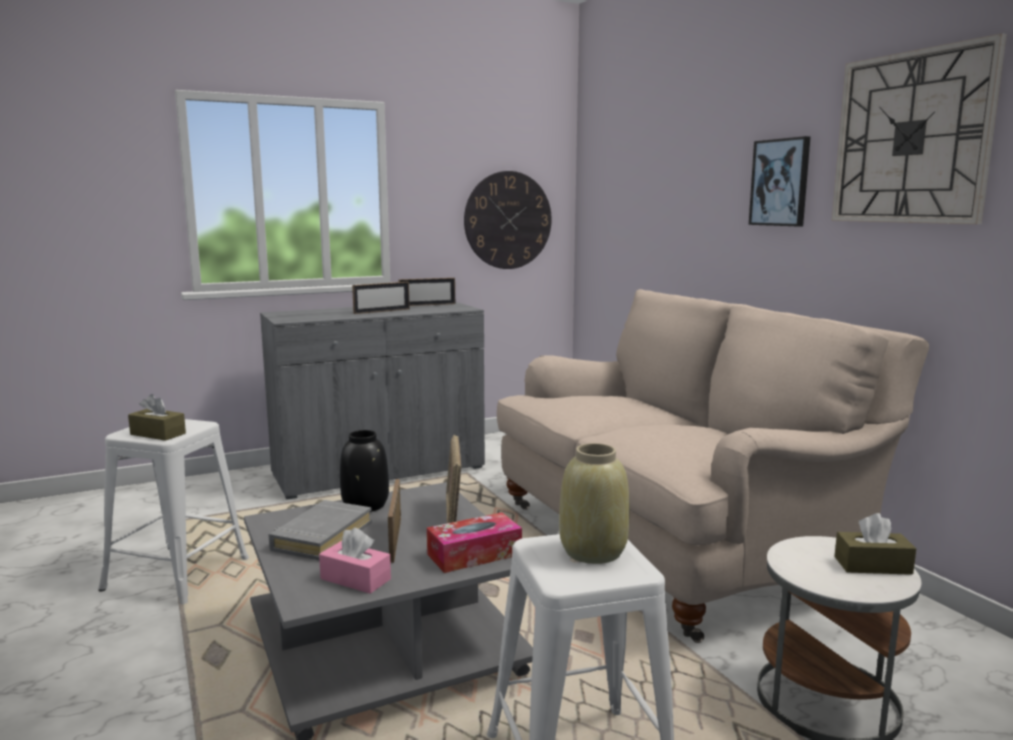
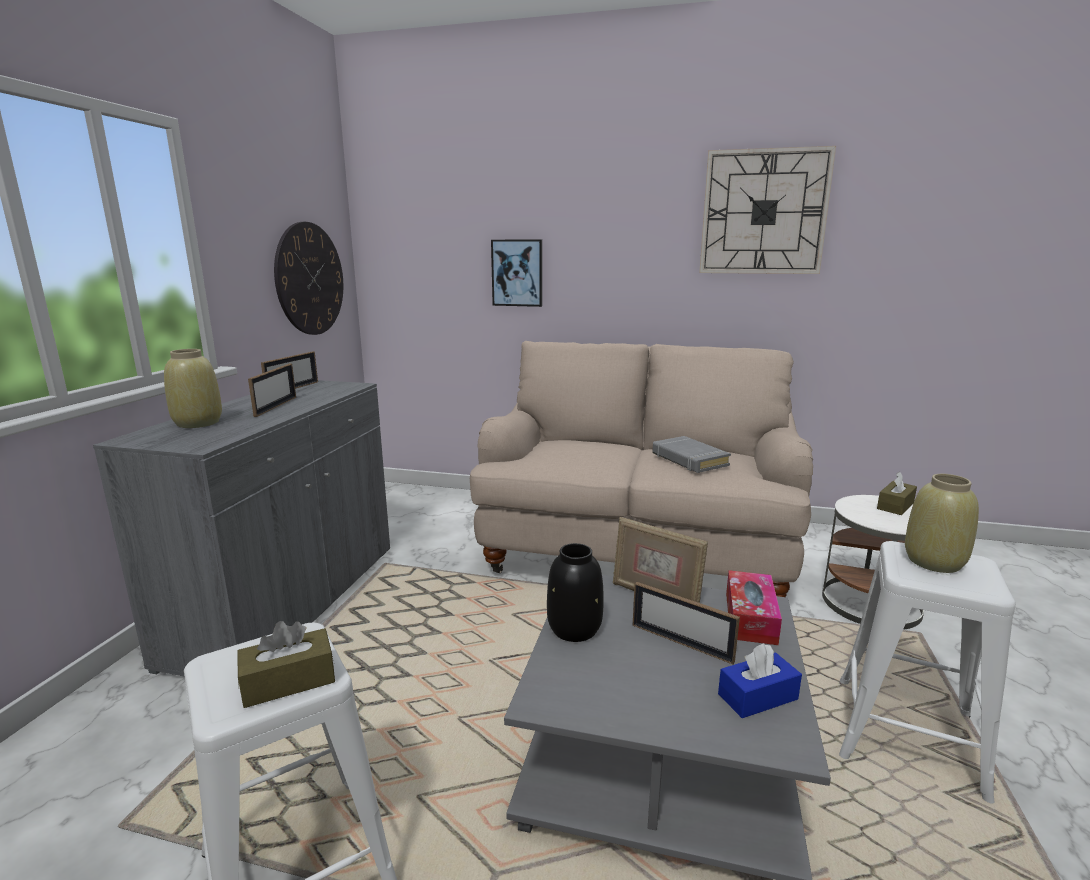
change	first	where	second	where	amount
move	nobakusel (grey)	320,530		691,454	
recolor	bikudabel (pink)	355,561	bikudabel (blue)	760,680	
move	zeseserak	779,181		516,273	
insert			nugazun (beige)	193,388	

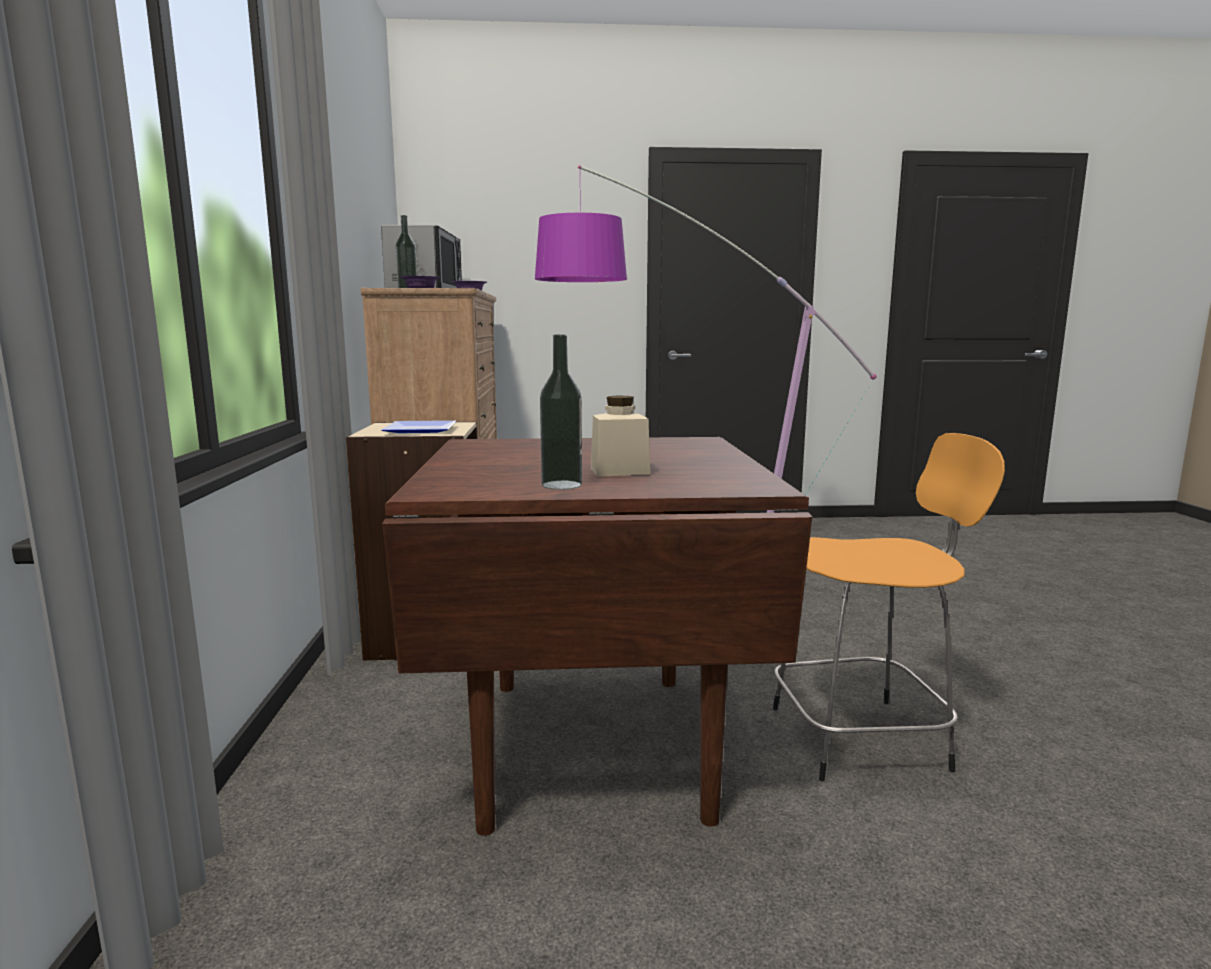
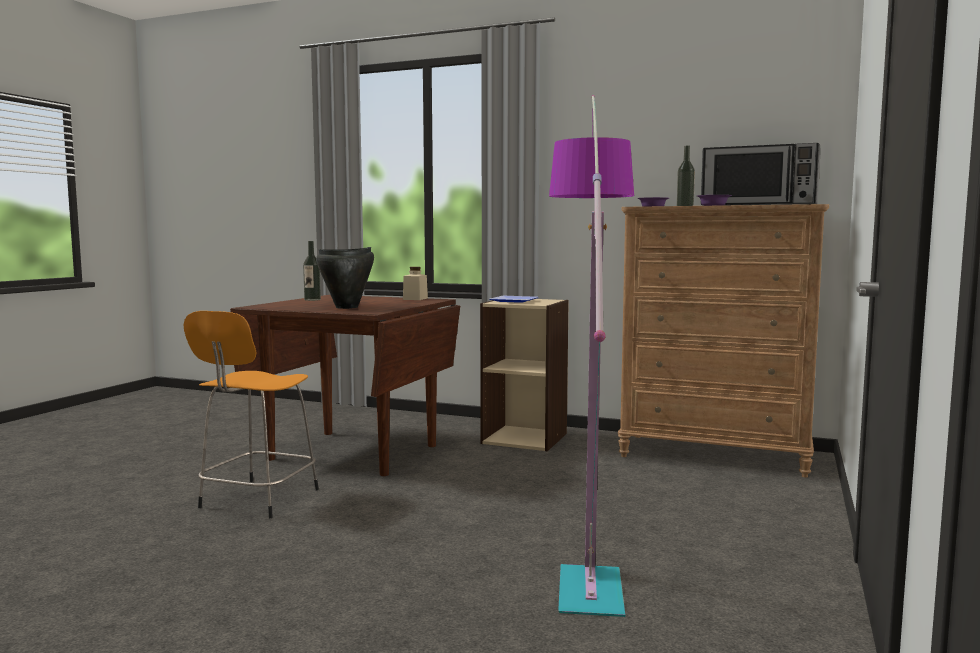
change	first	where	second	where	amount
move	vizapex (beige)	620,436		415,283	
insert			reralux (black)	345,278	

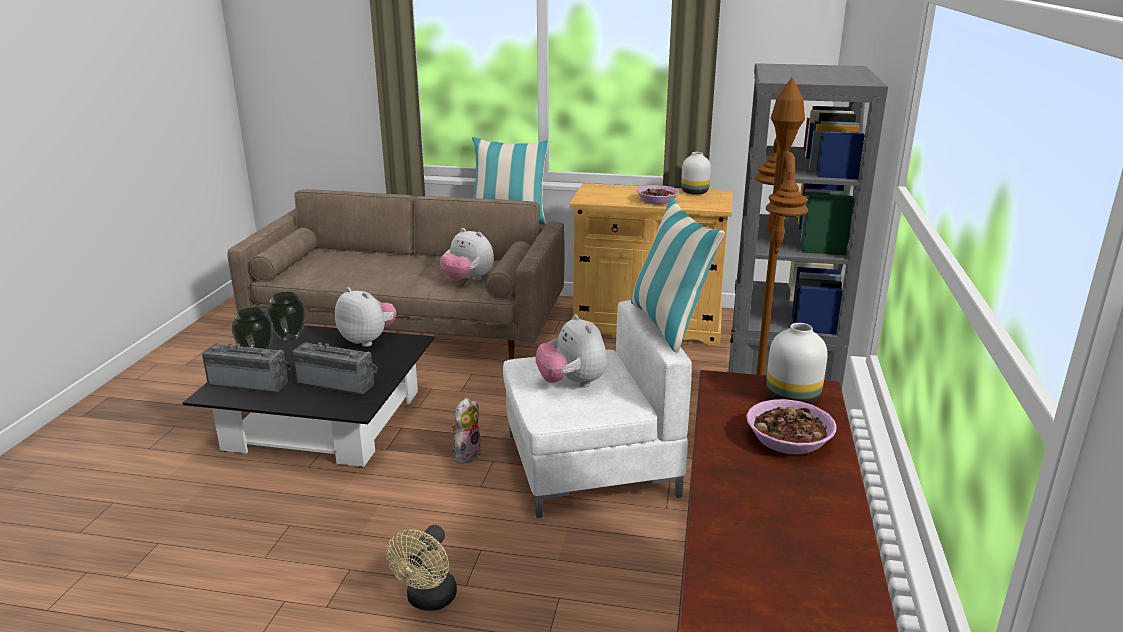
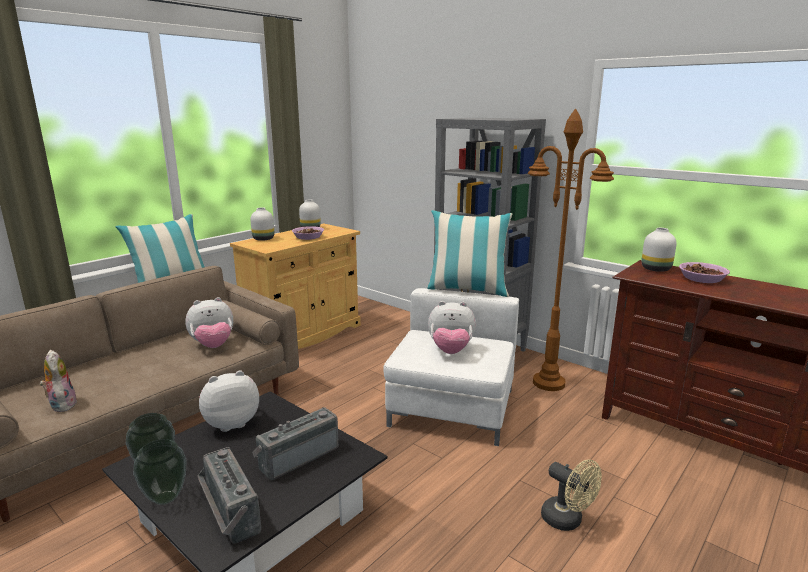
change	first	where	second	where	amount
rotate	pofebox	246,368		229,495	75 degrees counterclockwise
move	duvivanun	466,431		59,381	
insert			nugazun (white)	262,224	

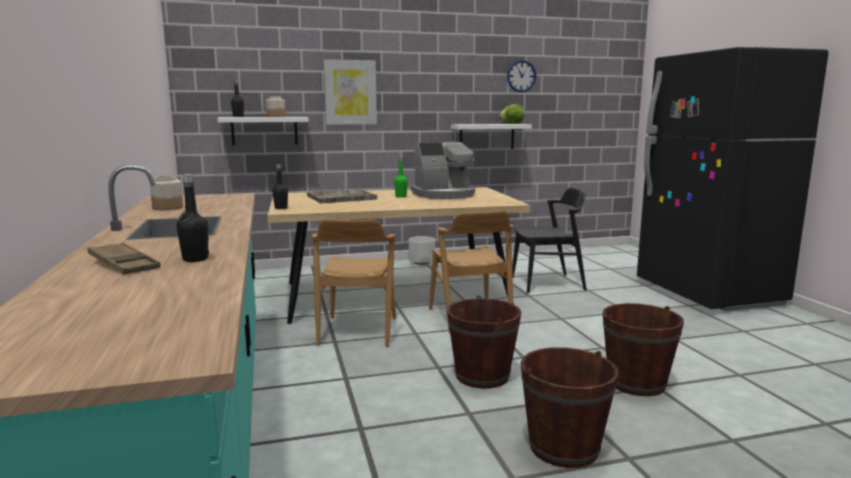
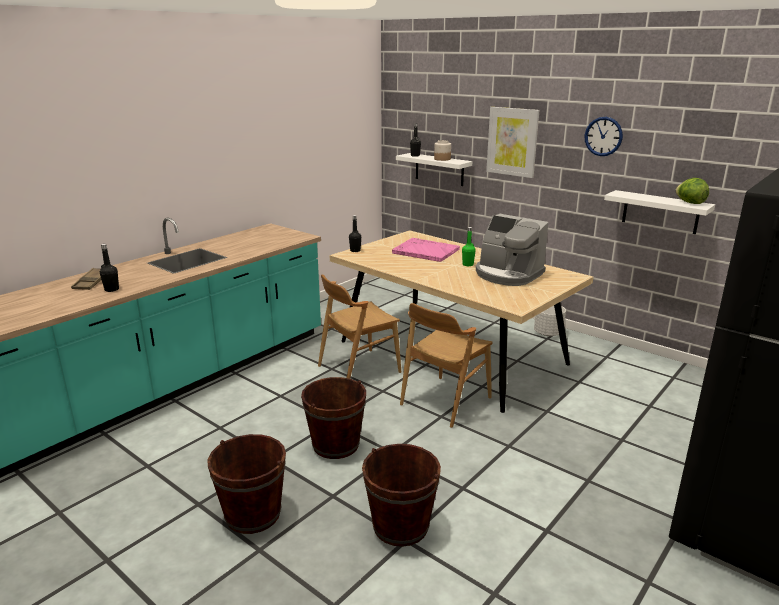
change	first	where	second	where	amount
delete	vizapex	166,193			
recolor	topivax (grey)	342,196	topivax (pink)	426,250	
move	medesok	521,76		604,136	
delete	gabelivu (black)	549,240			

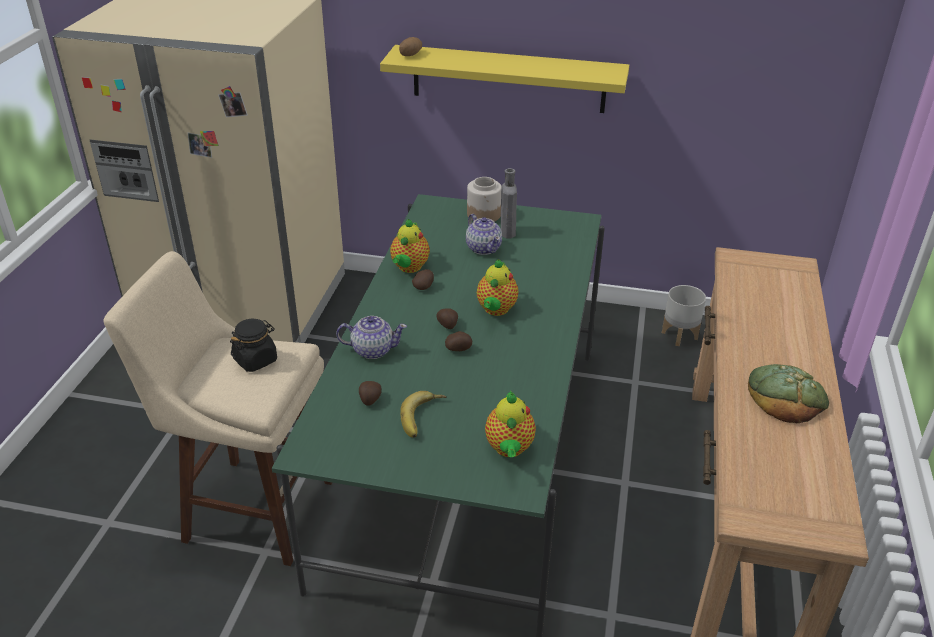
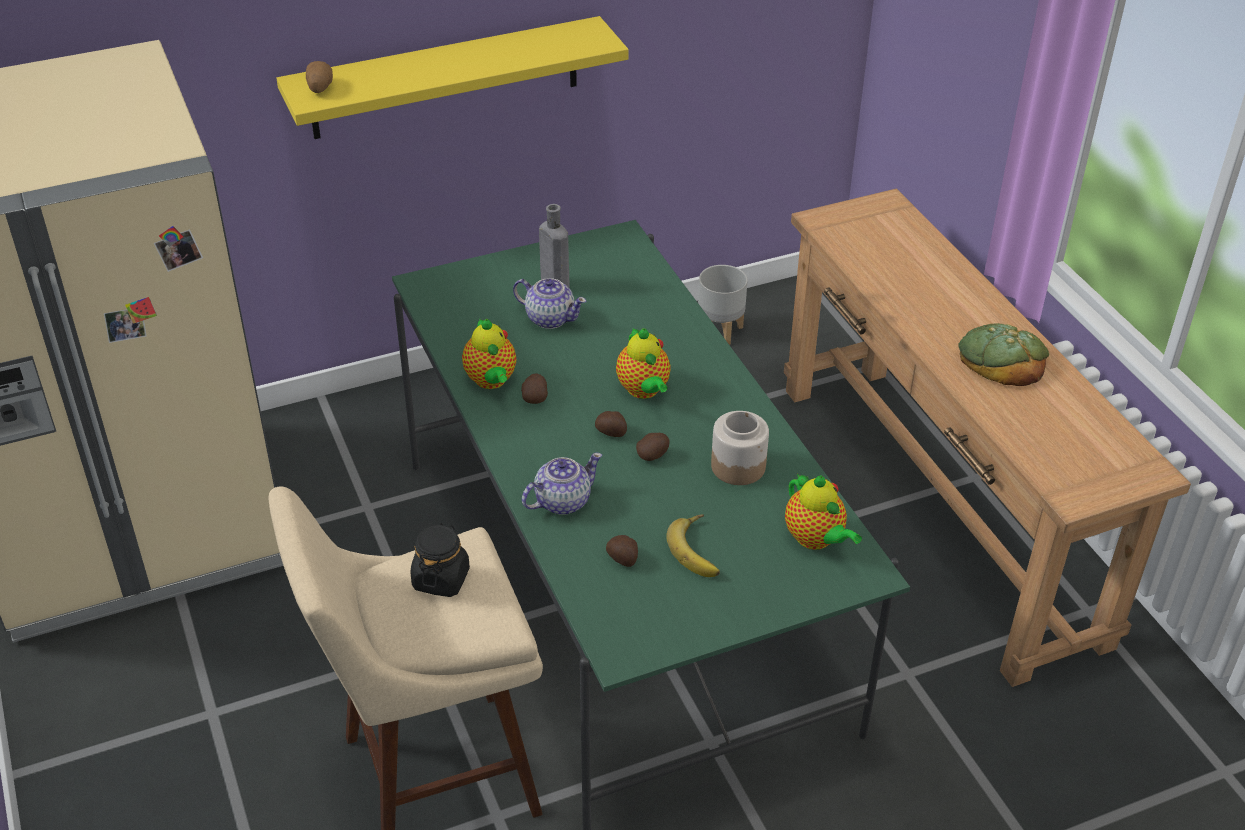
change	first	where	second	where	amount
move	vizapex	484,199		740,448	

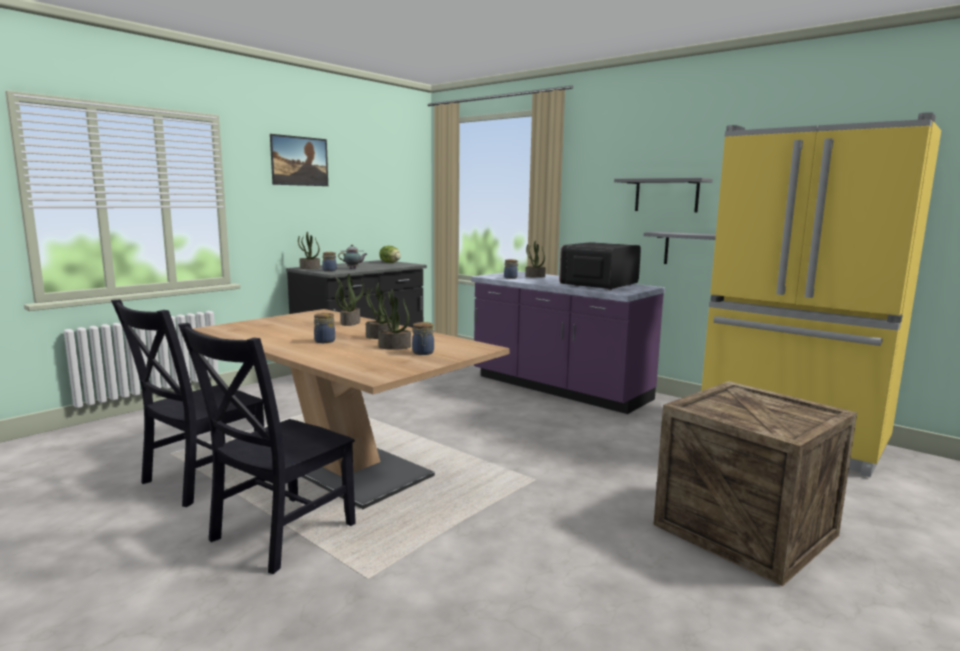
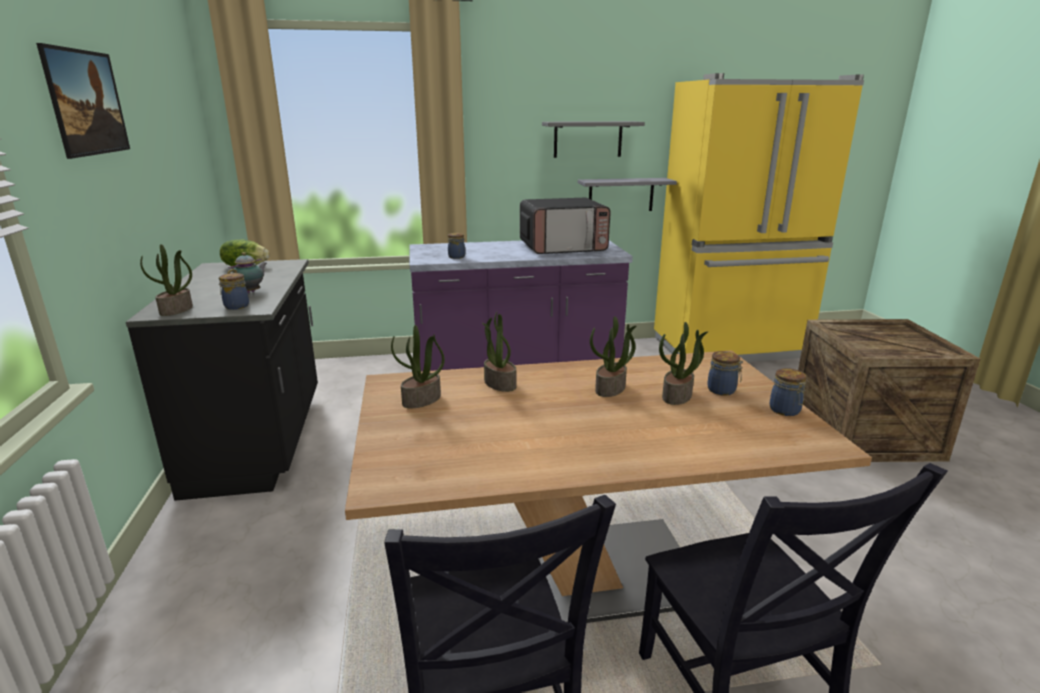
change	first	where	second	where	amount
move	vizapex	324,328		788,392	
move	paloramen	535,259		418,366	
rotate	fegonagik	600,266		565,226	90 degrees counterclockwise

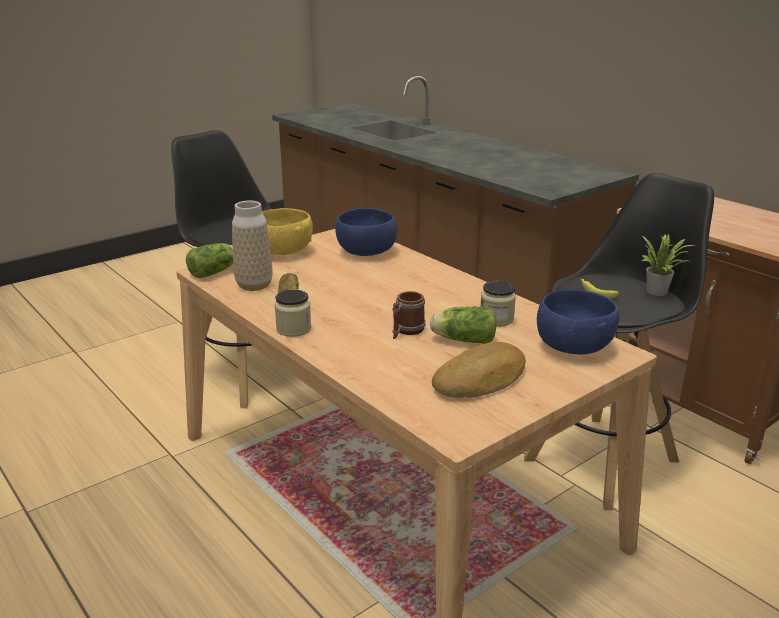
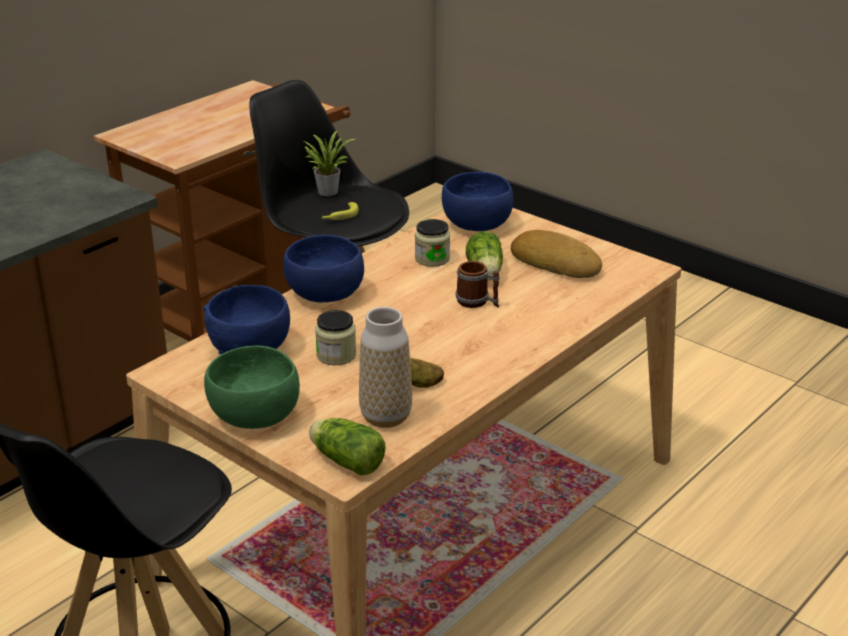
change	first	where	second	where	amount
recolor	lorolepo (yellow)	287,231	lorolepo (green)	252,387	
move	vizapex	293,313		335,337	
insert			lorolepo (blue)	323,268	

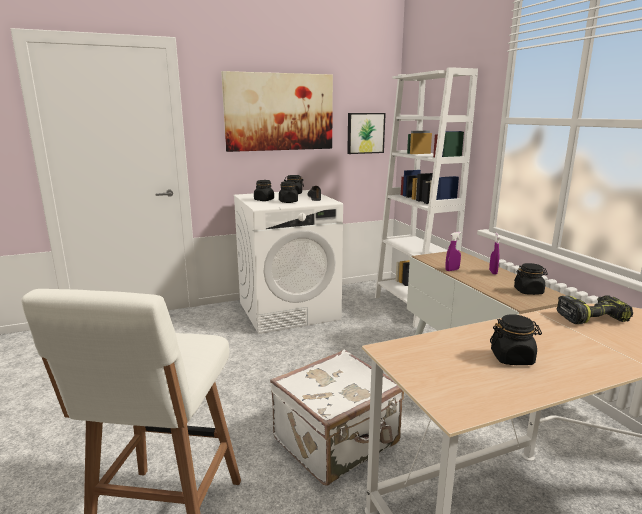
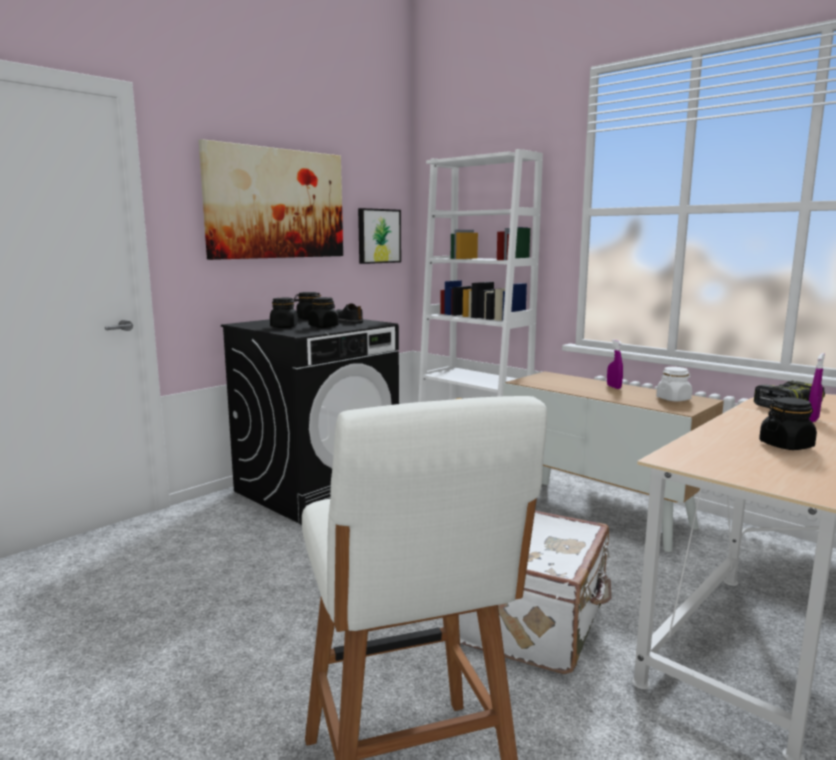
change	first	where	second	where	amount
recolor	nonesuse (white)	288,262	nonesuse (black)	310,421	
move	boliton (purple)	453,251		817,387	
recolor	vizapex (black)	531,279	vizapex (white)	674,384	

